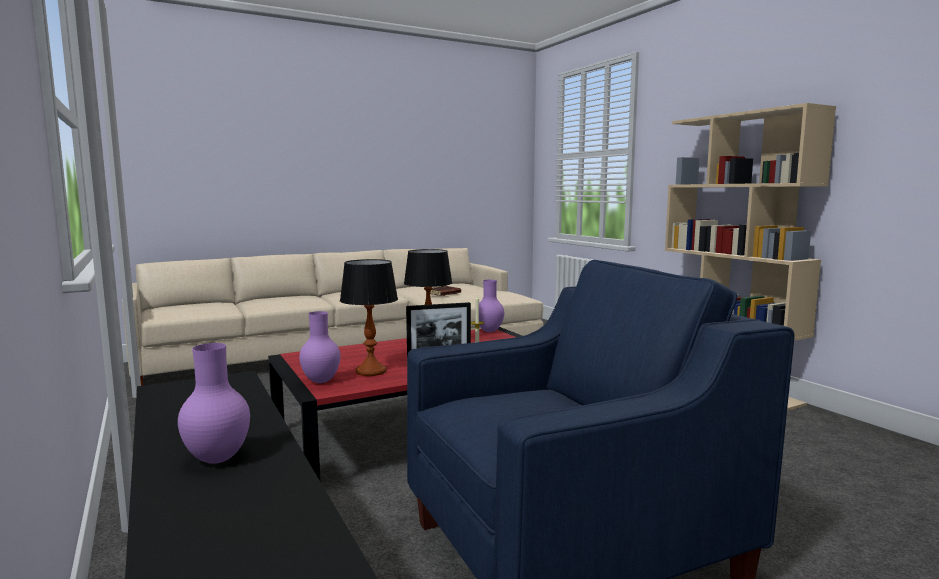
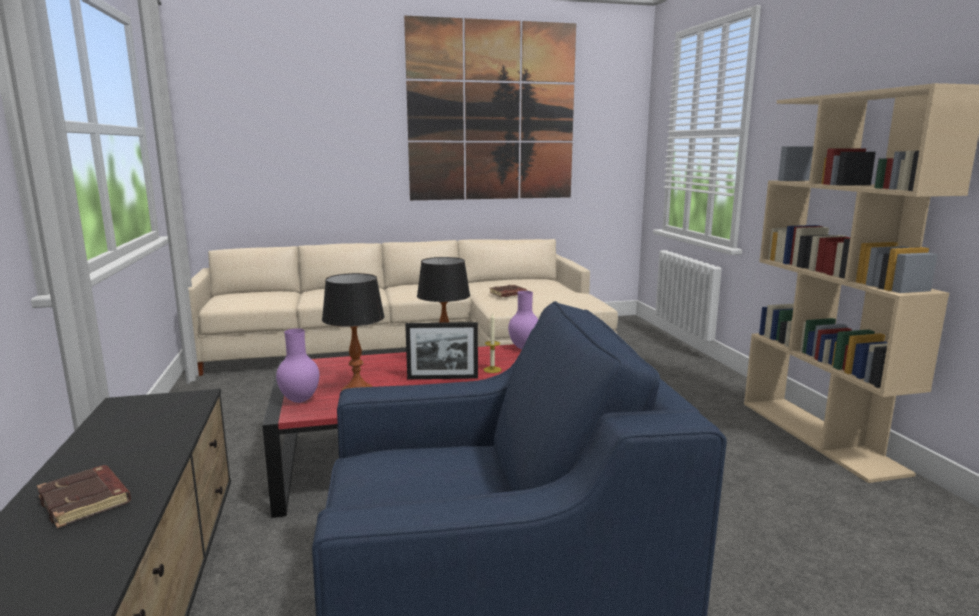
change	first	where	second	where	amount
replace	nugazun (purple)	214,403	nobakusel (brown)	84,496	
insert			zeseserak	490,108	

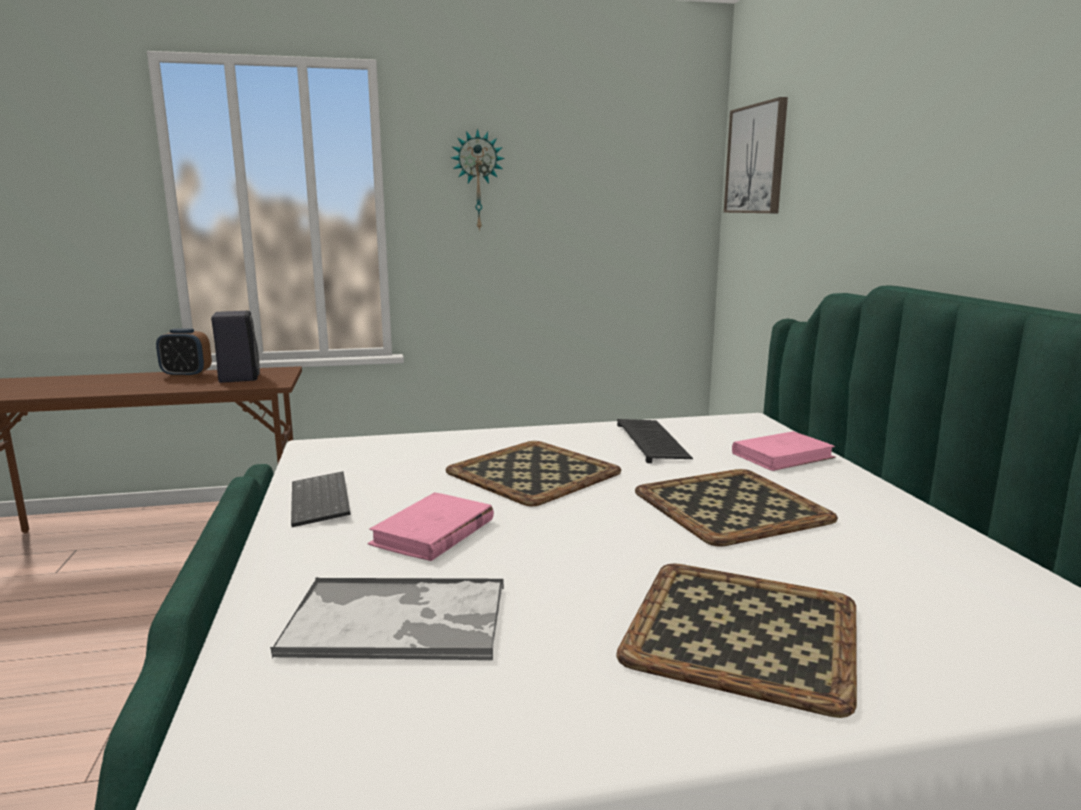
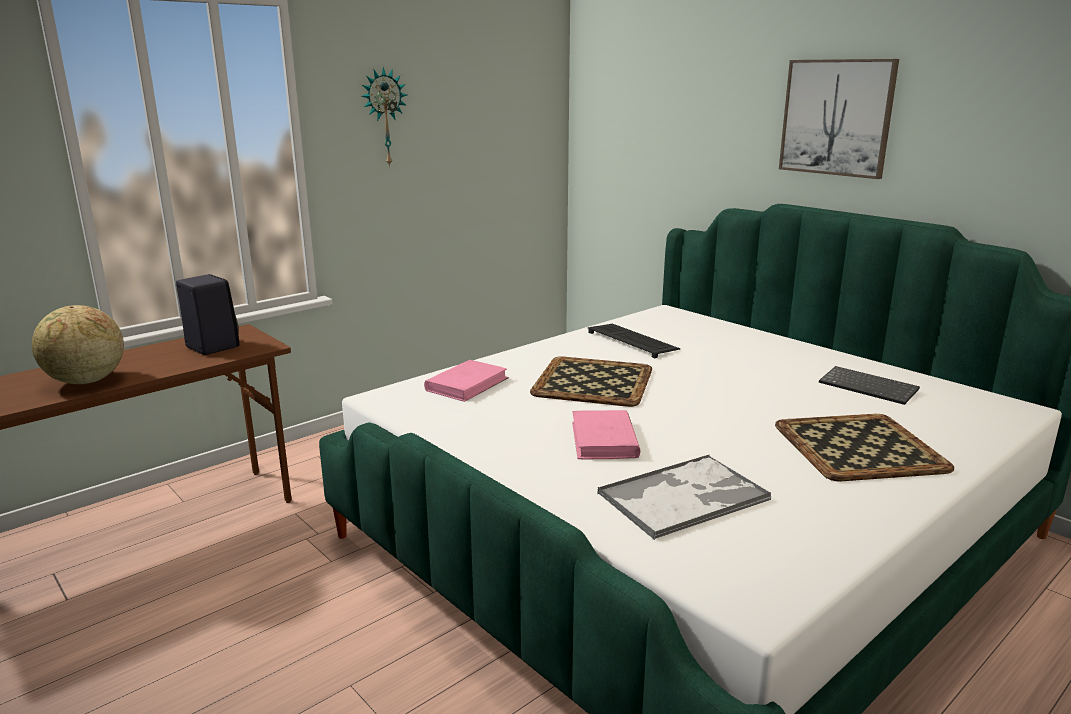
change	first	where	second	where	amount
delete	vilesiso	184,352			
move	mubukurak	321,499		869,385	
delete	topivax	736,508			
move	zeseserak	756,155		839,119	
move	nobakusel (pink)	784,451		466,381	
insert			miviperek	78,344	

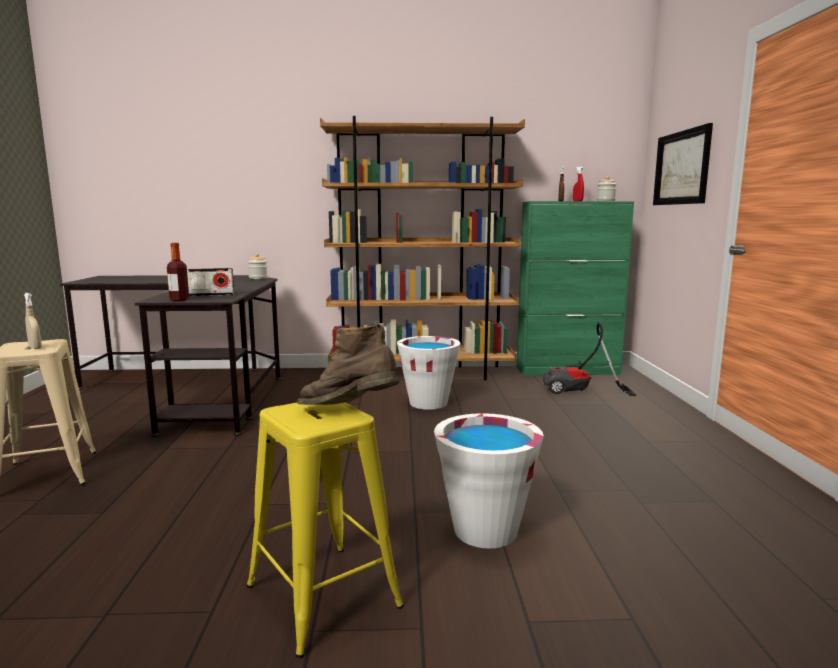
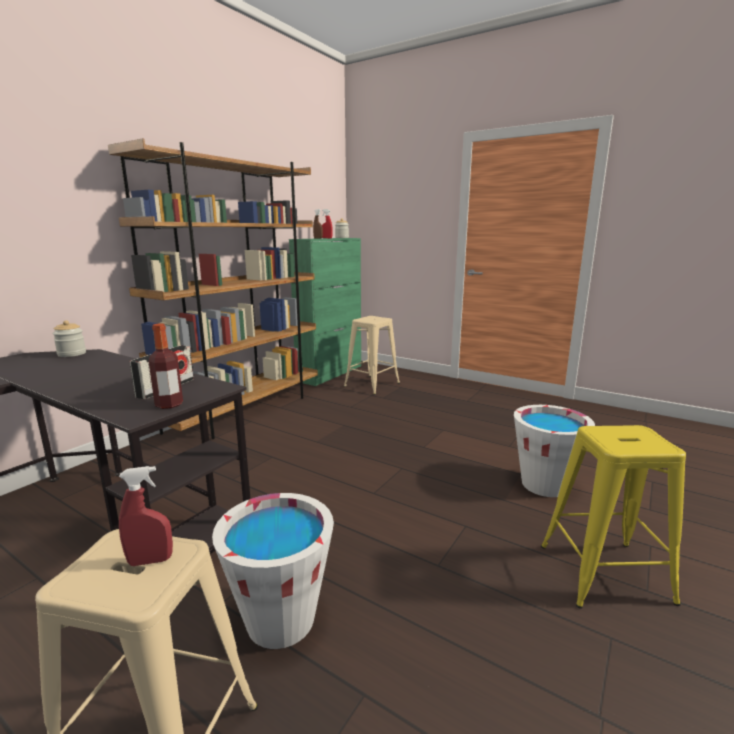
change	first	where	second	where	amount
recolor	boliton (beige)	33,321	boliton (red)	146,516	
delete	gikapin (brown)	348,364			
move	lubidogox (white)	429,373		273,571	
replace	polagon	589,359	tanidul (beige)	372,355	
delete	zeseserak	683,164			

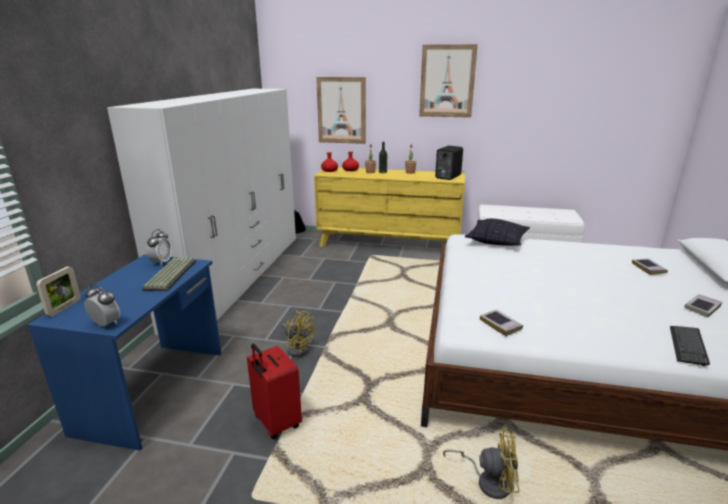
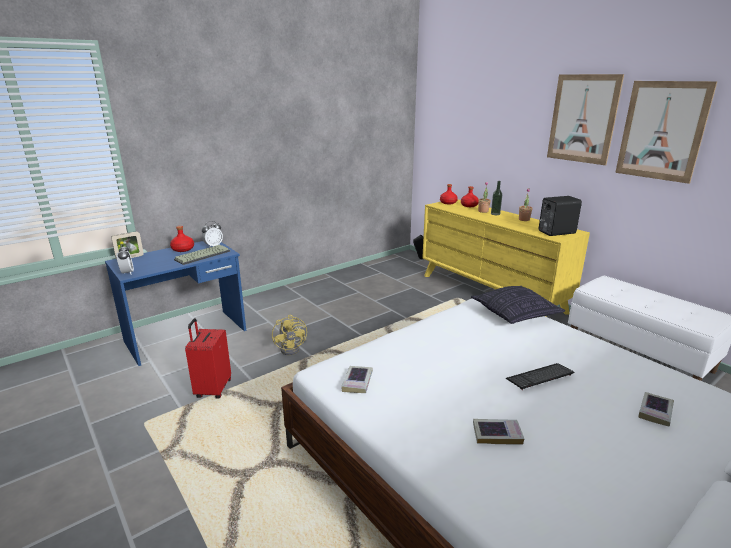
change	first	where	second	where	amount
delete	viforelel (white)	201,212			
move	zeseserak	341,110		666,132	
delete	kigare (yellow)	481,463			
move	mubukurak	690,346		540,376	
move	nobakusel	703,306		498,432	
insert			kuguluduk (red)	182,239	

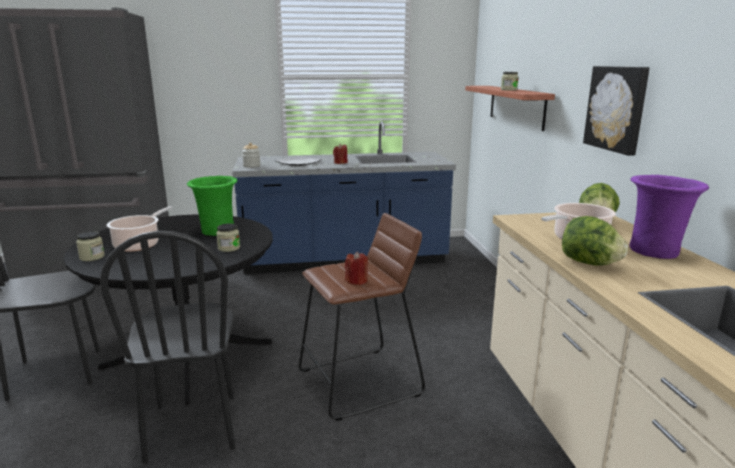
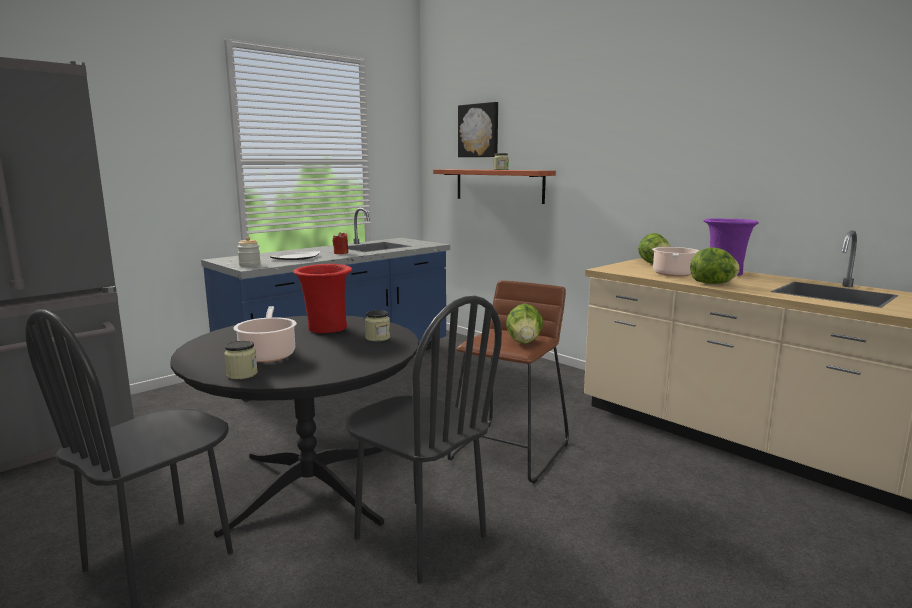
change	first	where	second	where	amount
recolor	nugazun (green)	212,206	nugazun (red)	322,298	
replace	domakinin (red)	356,268	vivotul	524,324	
move	zeseserak	616,111		478,129	

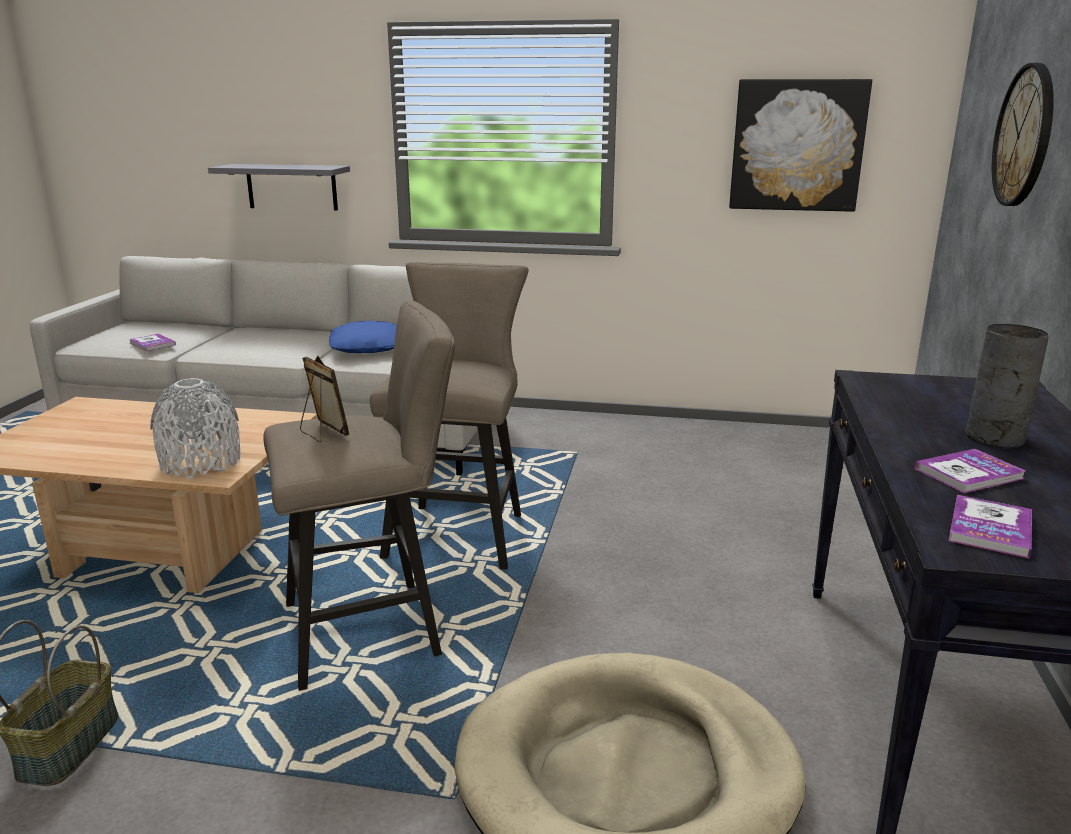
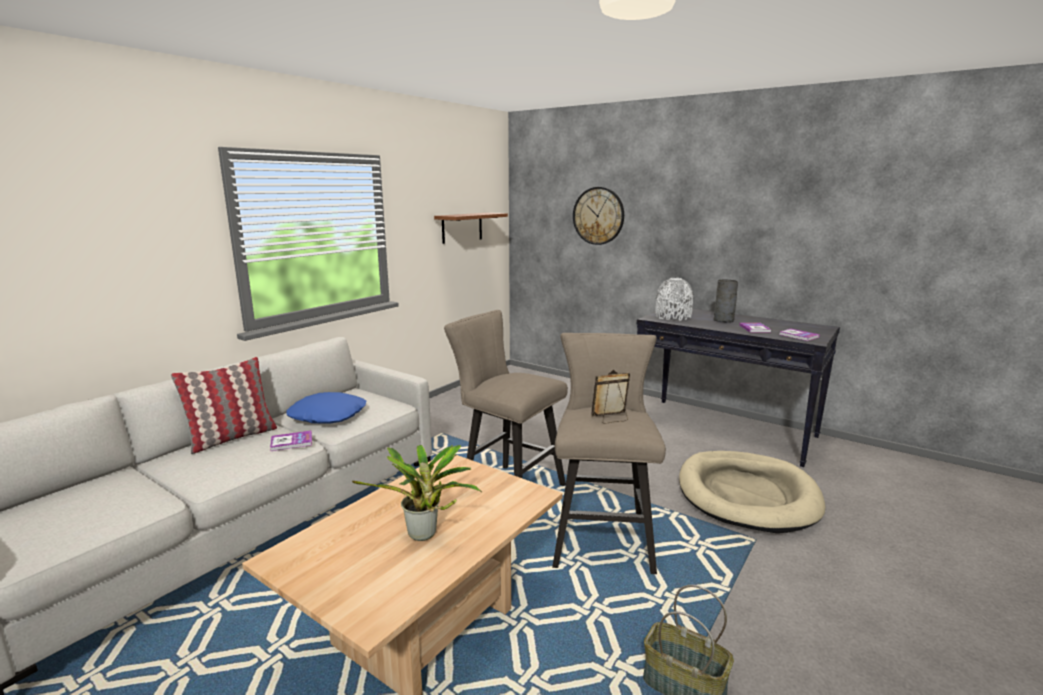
change	first	where	second	where	amount
move	nobakusel	152,342		291,441	
move	nugazun (grey)	195,428		674,299	
delete	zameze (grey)	279,187			
replace	zeseserak	800,145	zameze (brown)	471,228	
insert			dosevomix	224,405	
insert			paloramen	417,493	

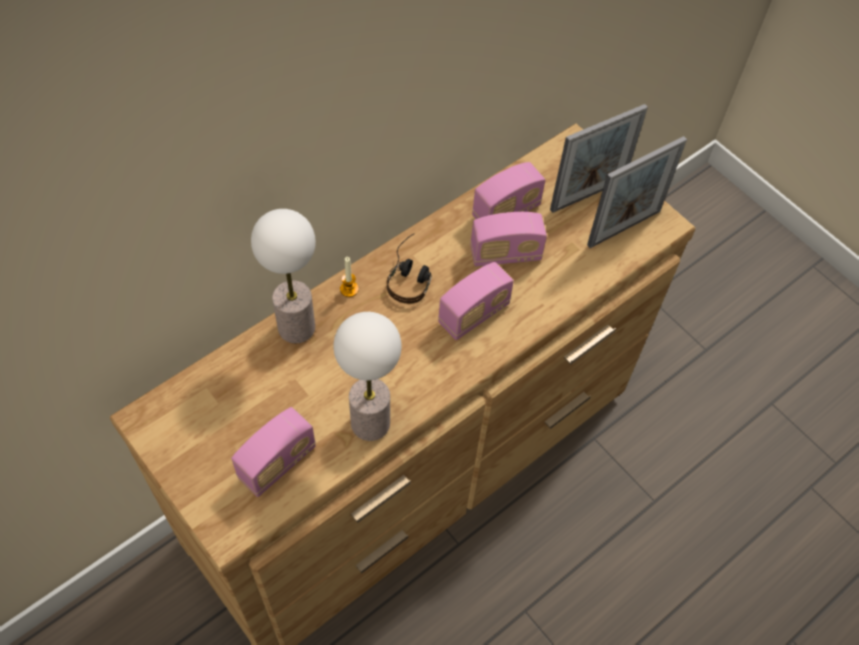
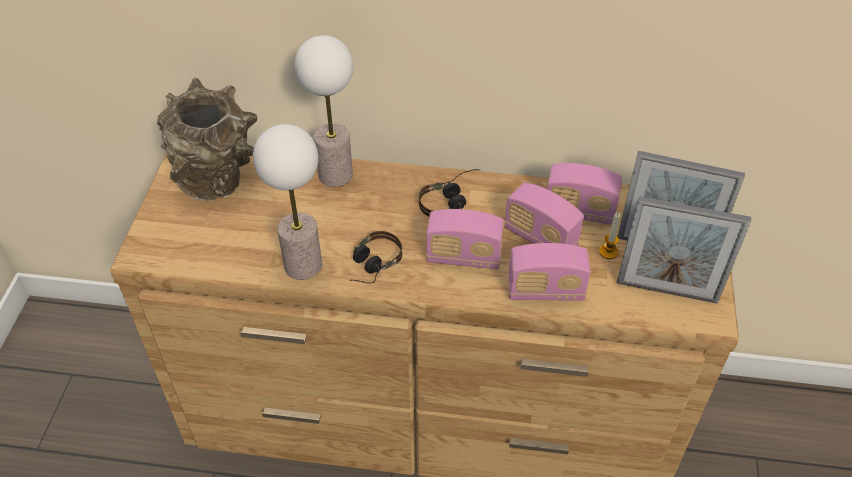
change	first	where	second	where	amount
move	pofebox	273,452		549,272	
move	domakinin	349,277		609,236	
insert			nugazun (brown)	207,139	
insert			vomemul	376,257	

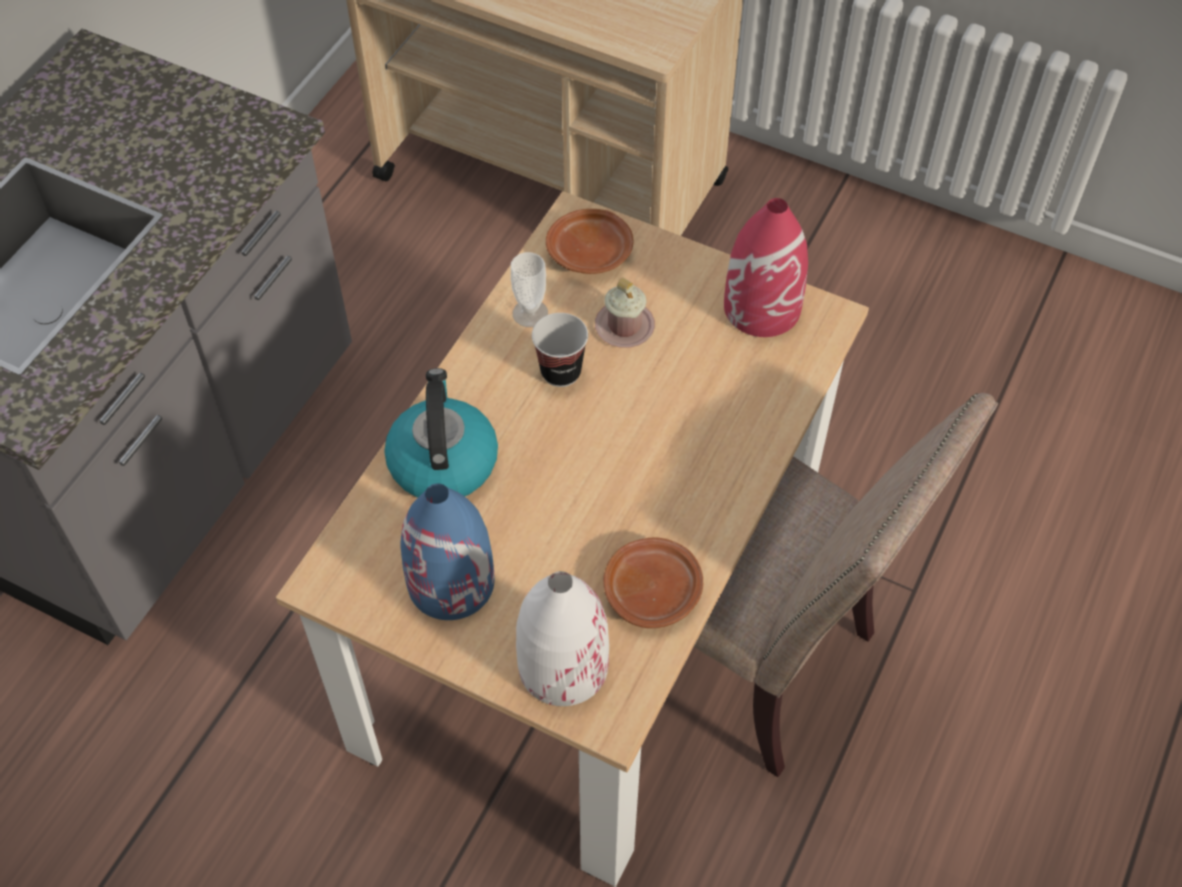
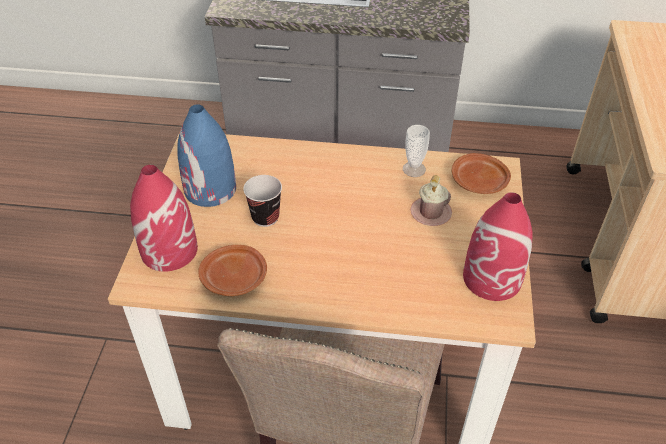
change	first	where	second	where	amount
delete	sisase	441,433			
recolor	nugazun (white)	562,638	nugazun (red)	164,218	
move	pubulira	560,350		262,201	

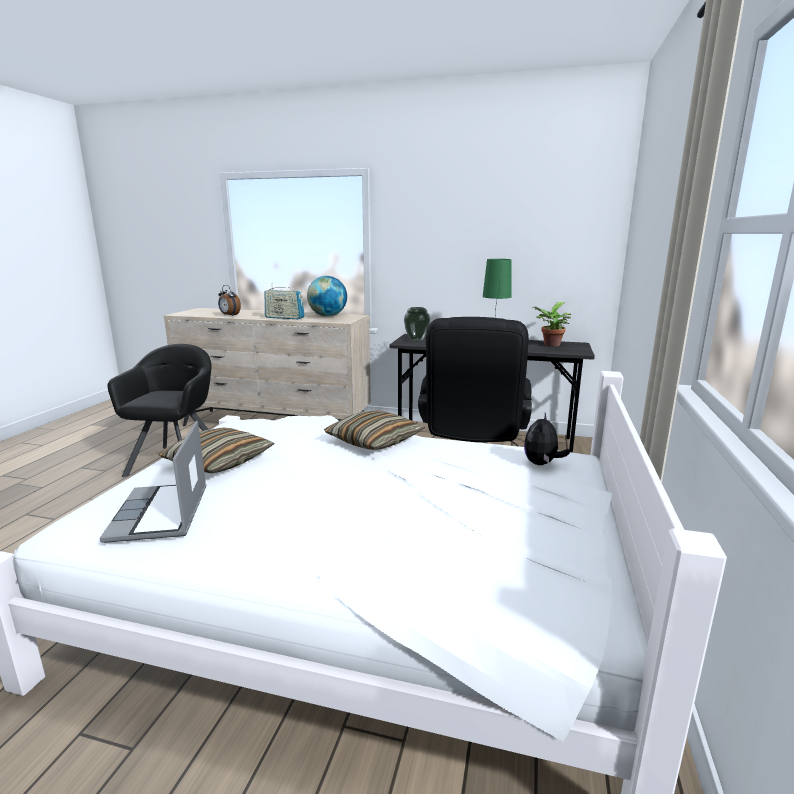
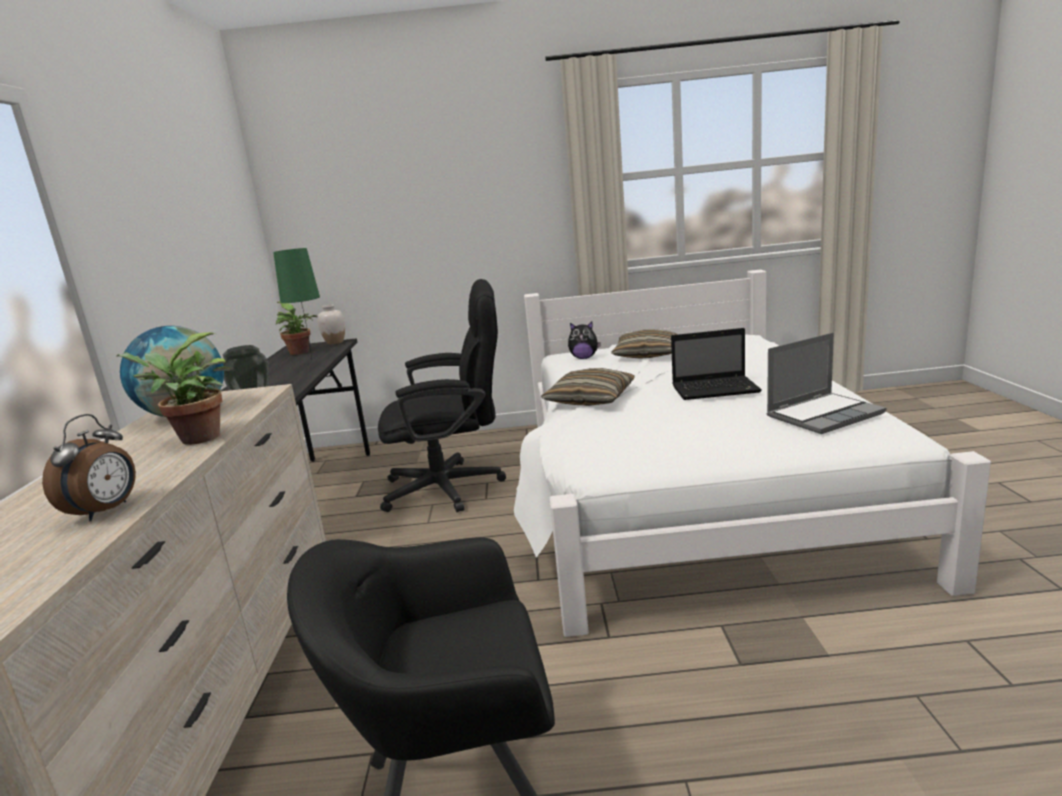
change	first	where	second	where	amount
move	dosevomix	216,450		644,344	
replace	pofebox	285,303	paloramen	173,388	
insert			nugazun (white)	331,325	
insert			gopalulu	716,364	

